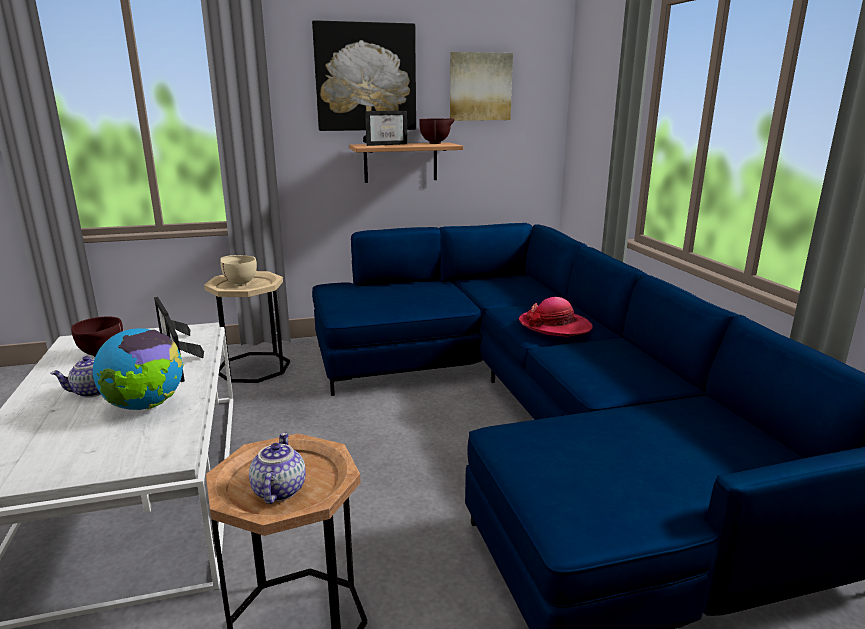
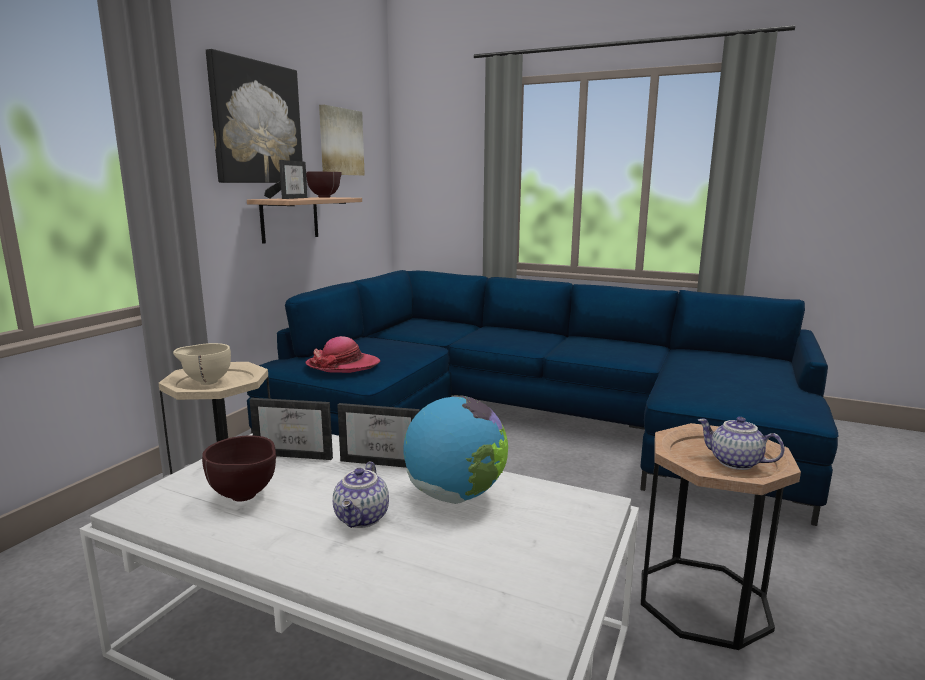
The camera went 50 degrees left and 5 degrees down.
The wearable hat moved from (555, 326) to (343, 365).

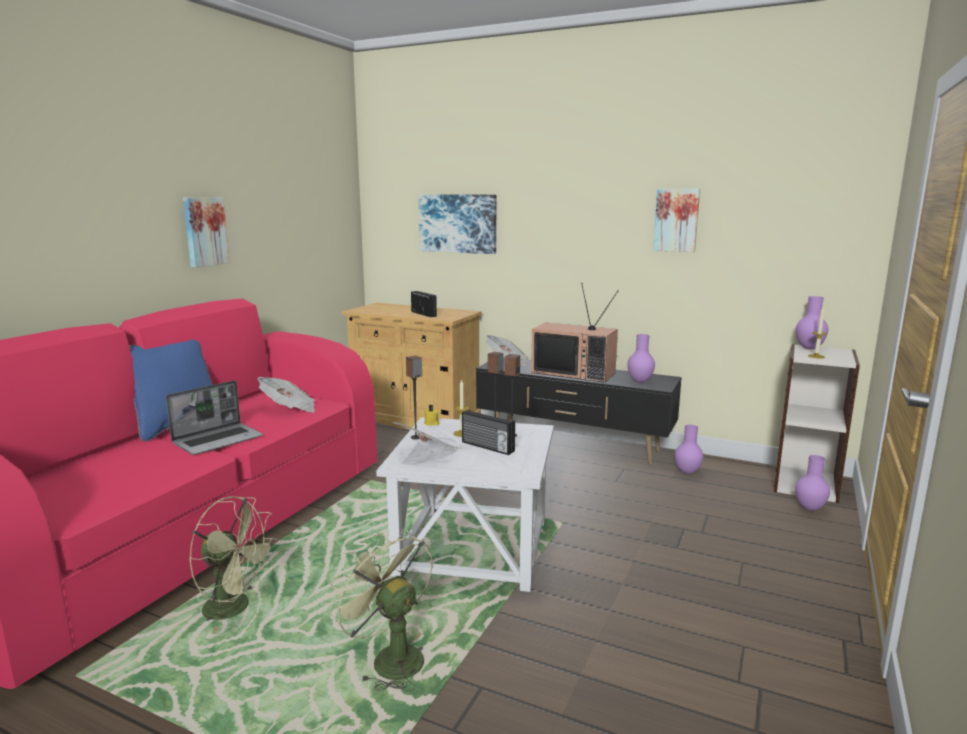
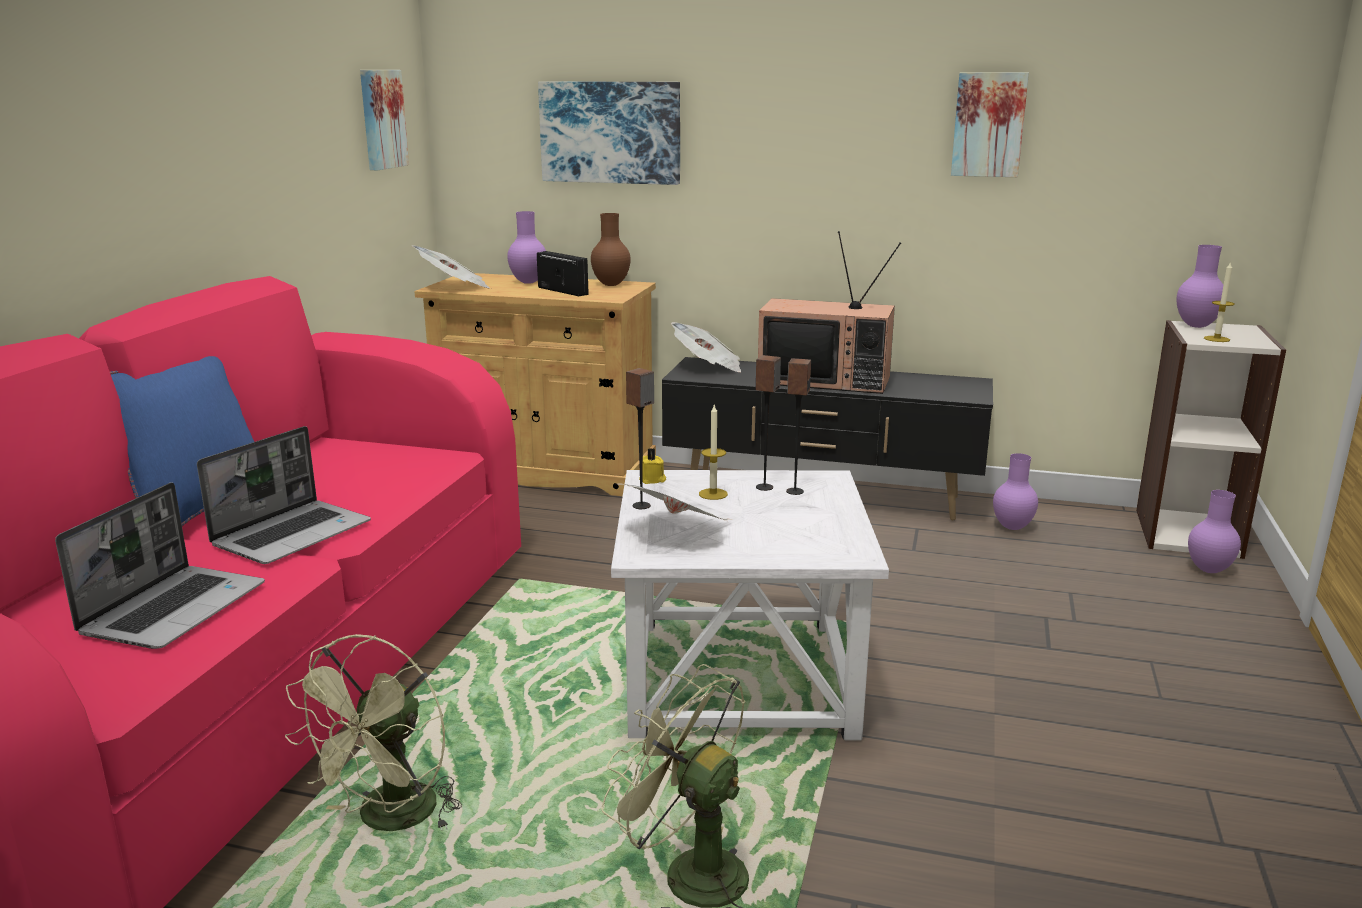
The camera went 10 degrees left and 5 degrees up.
The picture moved from (204, 231) to (381, 119).
The purple-coloured vase moved from (639, 381) to (528, 282).
The newspaper moved from (289, 409) to (454, 287).
The radio at (487, 447) disappeared.
The greenish cooling fan at (236, 608) turned 105 degrees clockwise.
The brownish vase at (610, 284) appeared.
The portable computer at (175, 609) appeared.

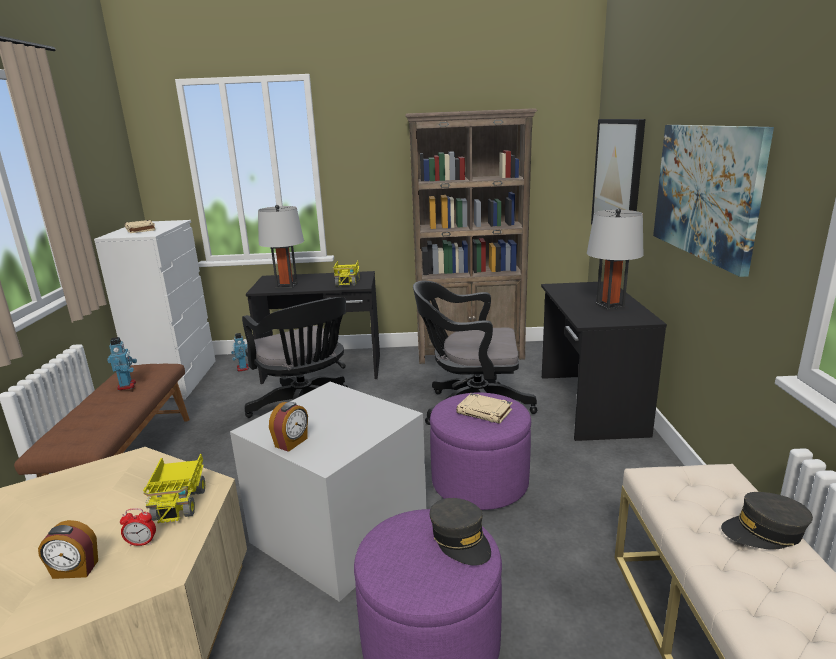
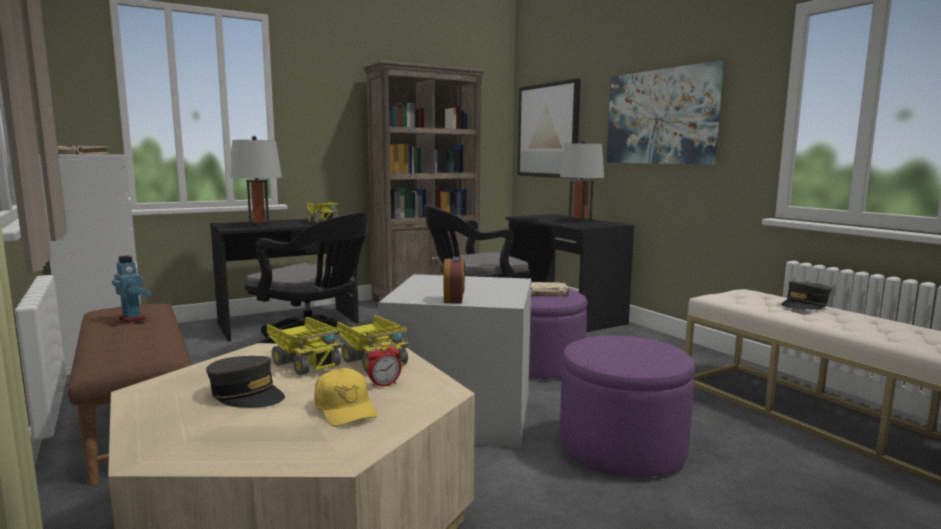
The camera went 30 degrees left and 10 degrees down.
The toy robot at (242, 368) disappeared.
The greyish cap moved from (460, 539) to (247, 394).
The alarm clock at (75, 570) was replaced by the yellow cap at (345, 409).
The model truck at (306, 363) appeared.

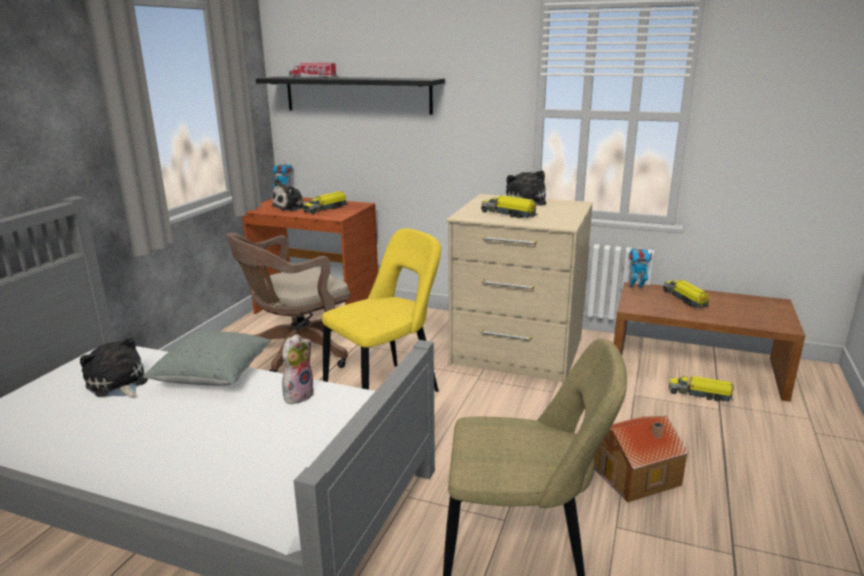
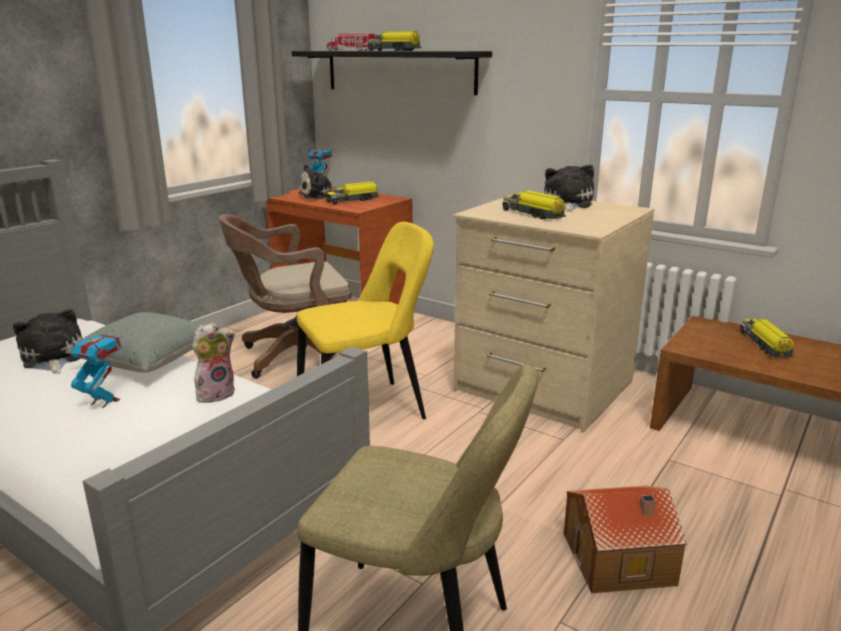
The camera went 15 degrees right and 0 degrees up.
The toy robot moved from (636, 288) to (104, 401).
The model truck moved from (700, 394) to (394, 50).

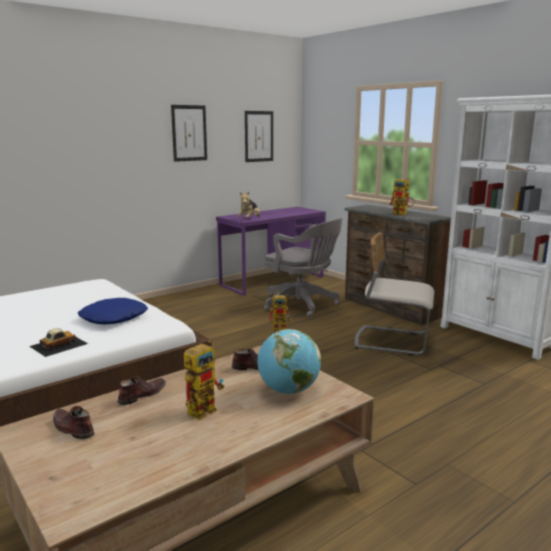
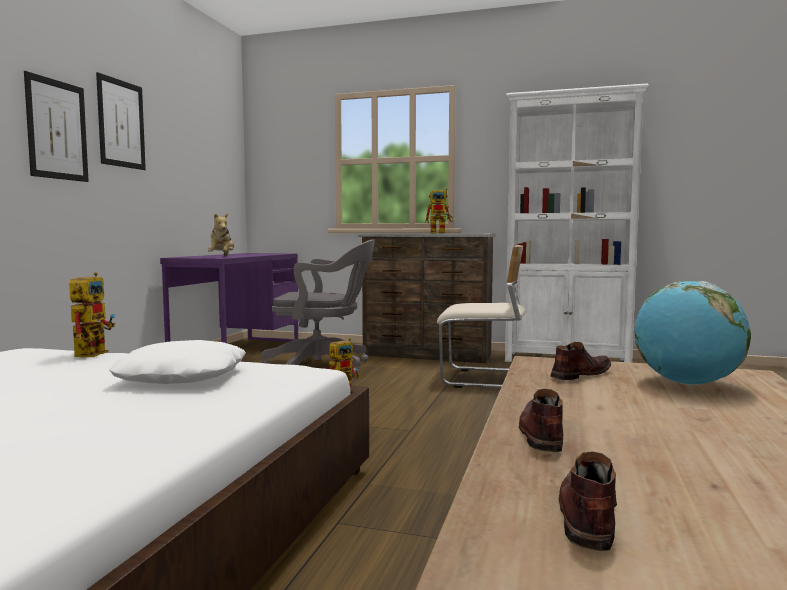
The camera went 35 degrees left and 10 degrees down.
The picture moved from (259, 136) to (57, 130).
The beige-coloured upright chair at (392, 341) turned 150 degrees counterclockwise.
The blue pillow at (113, 318) became the whitish pillow at (181, 376).
The toy car at (58, 345) disappeared.
The toy robot moved from (205, 408) to (92, 352).
The brownish shoe at (72, 428) turned 105 degrees clockwise.

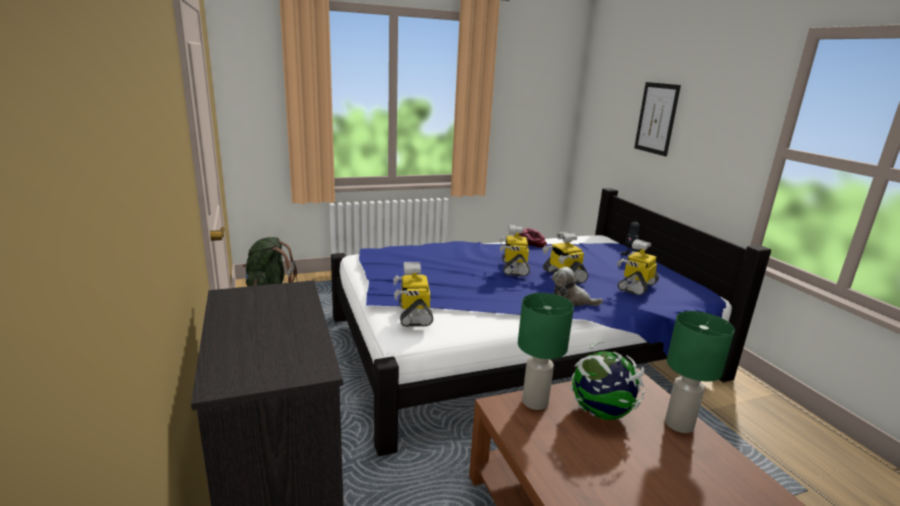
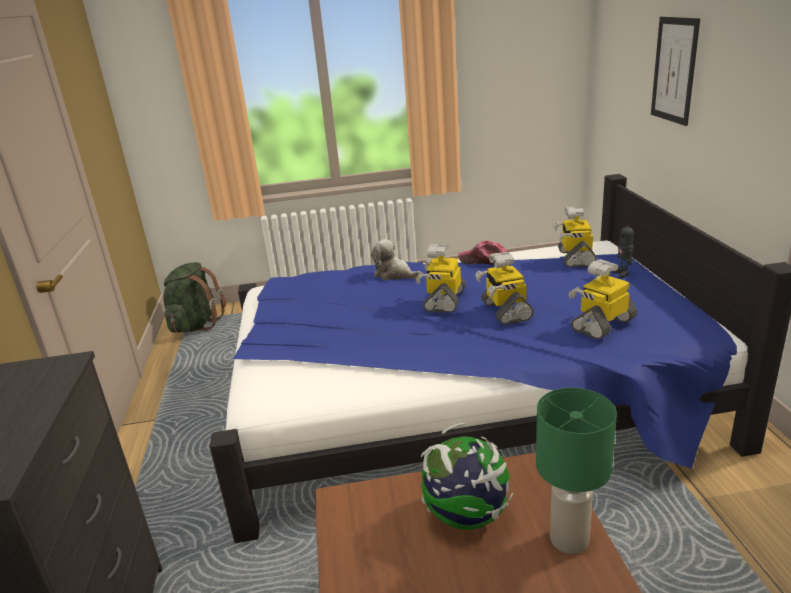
The camera went 15 degrees right and 5 degrees up.
The toy robot moved from (413, 314) to (575, 258).
The plush toy moved from (571, 301) to (394, 274).
The greenish tabletop lamp at (534, 402) disappeared.

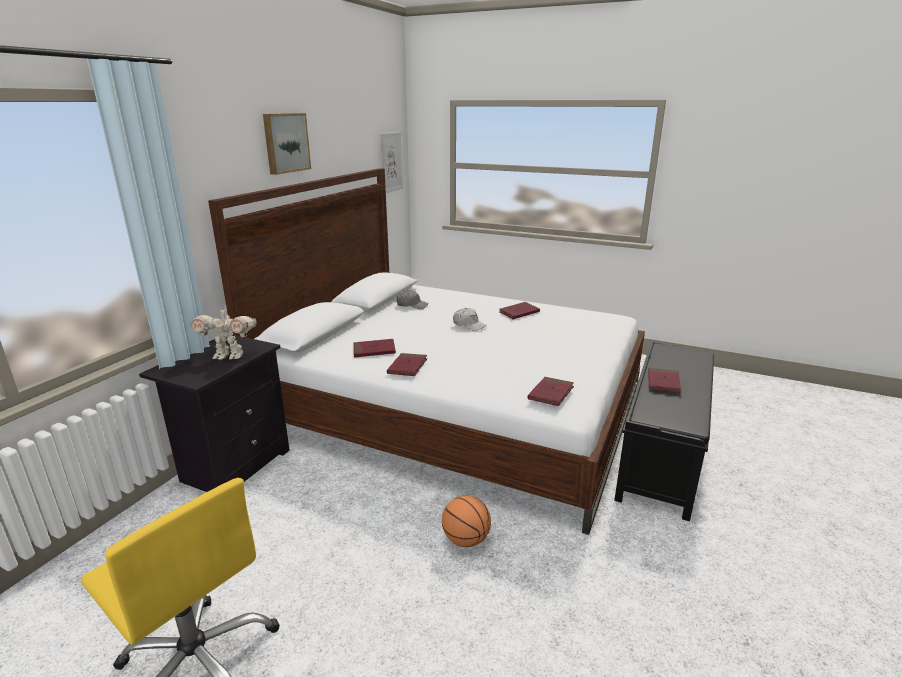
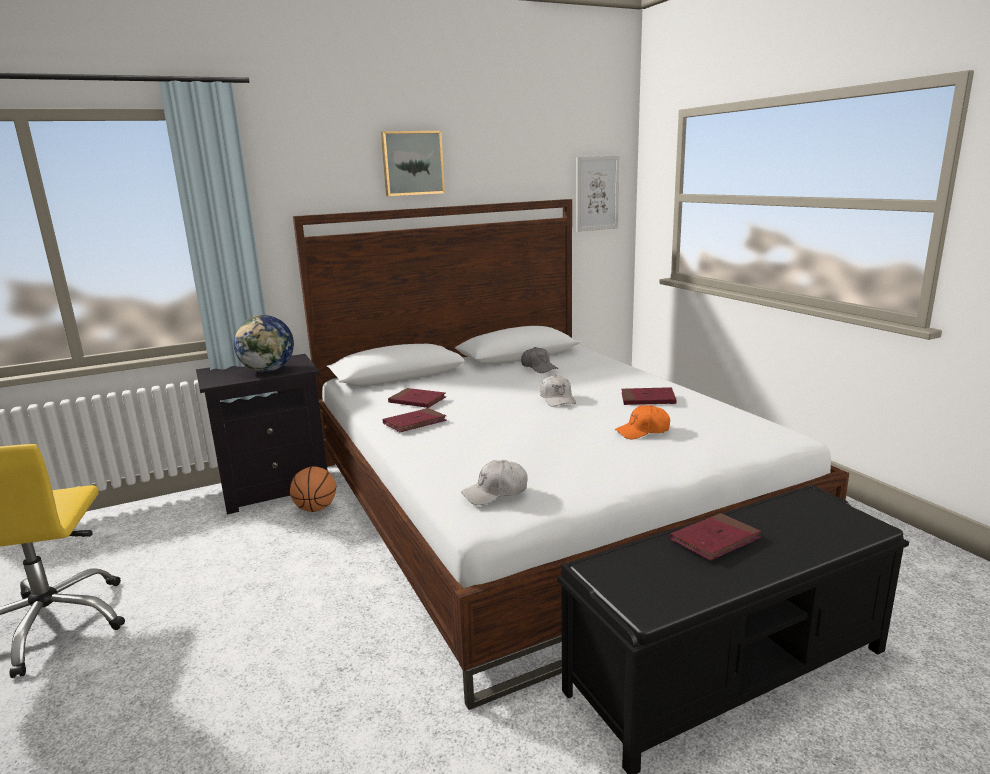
The camera went 40 degrees right and 5 degrees down.
The toy robot at (229, 356) was replaced by the desk globe at (268, 370).
The red volume at (551, 393) was replaced by the whitish cap at (495, 492).
The ball for basketball moved from (466, 540) to (316, 509).
The orange-coloured cap at (643, 431) appeared.

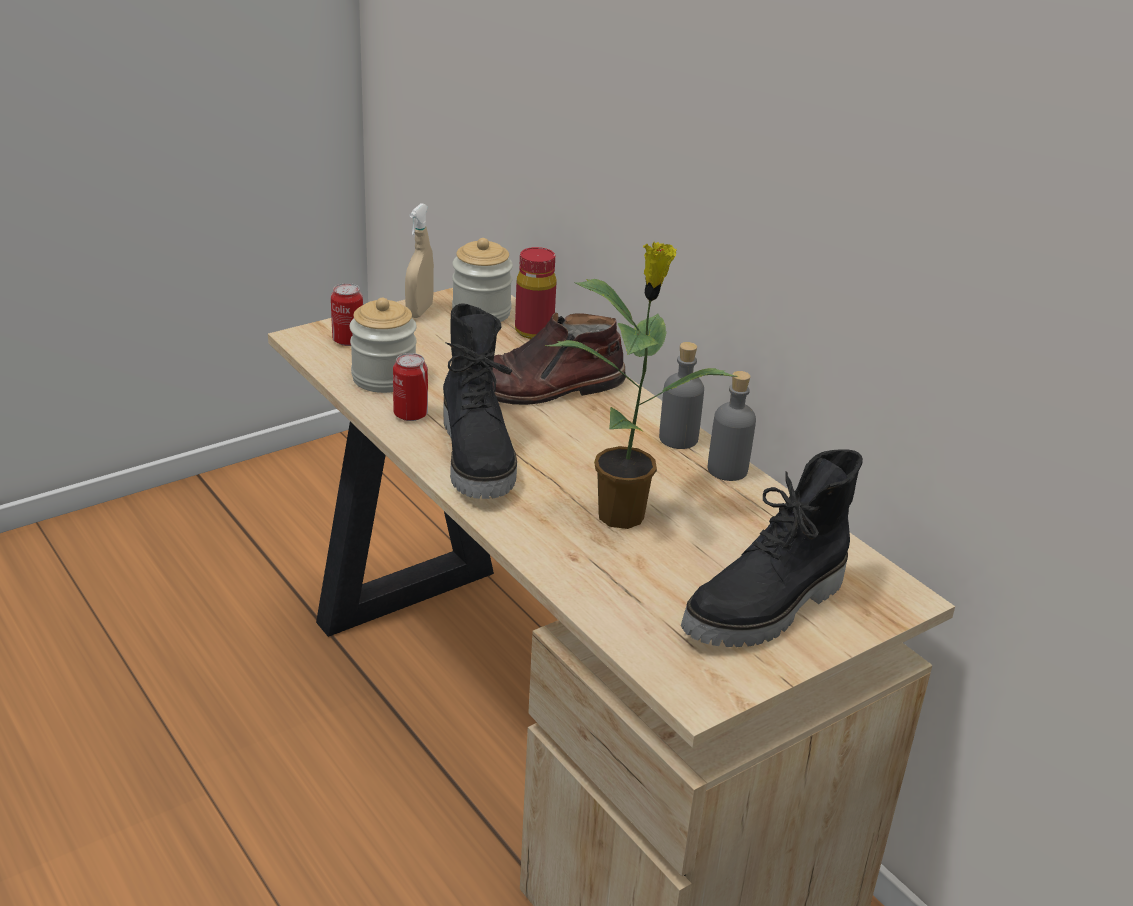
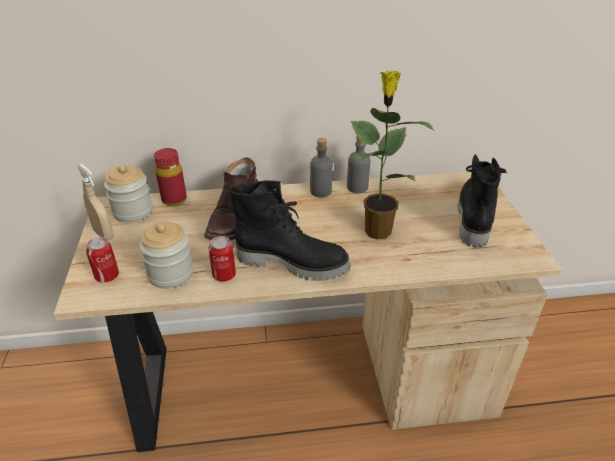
The camera went 60 degrees left and 5 degrees up.
The black tall boot at (767, 610) turned 150 degrees counterclockwise.

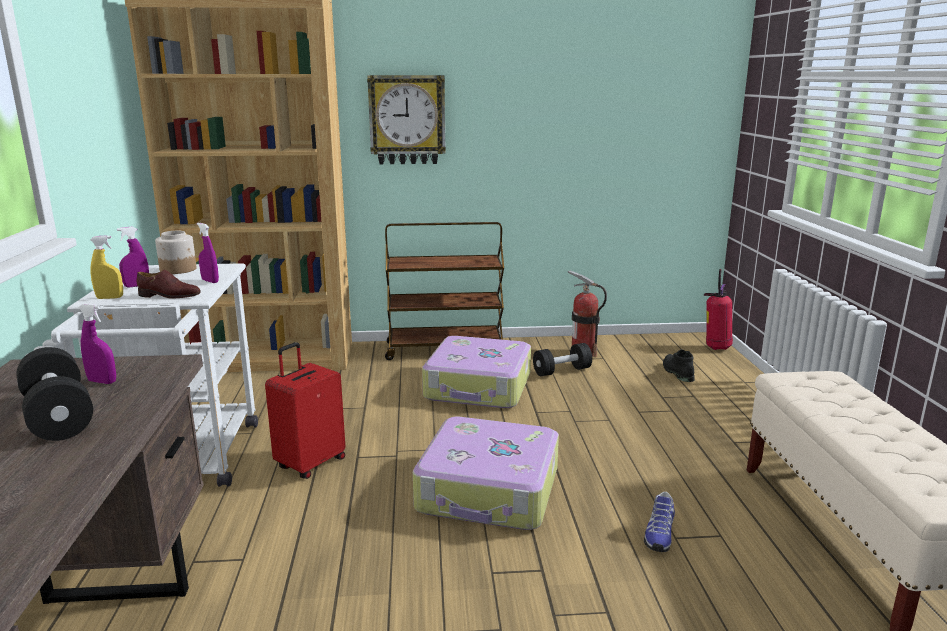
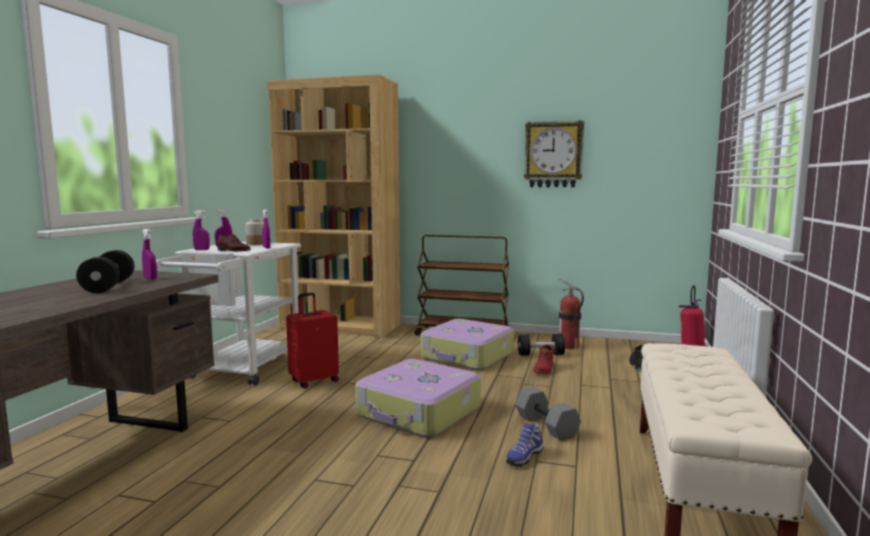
The camera went 20 degrees right and 10 degrees down.
The hanging clock moved from (407, 120) to (553, 154).
The yellow hand sprayer at (110, 298) became the purple-coloured hand sprayer at (201, 250).
The red tall boot at (544, 370) appeared.
The greyish hand weight at (545, 426) appeared.

